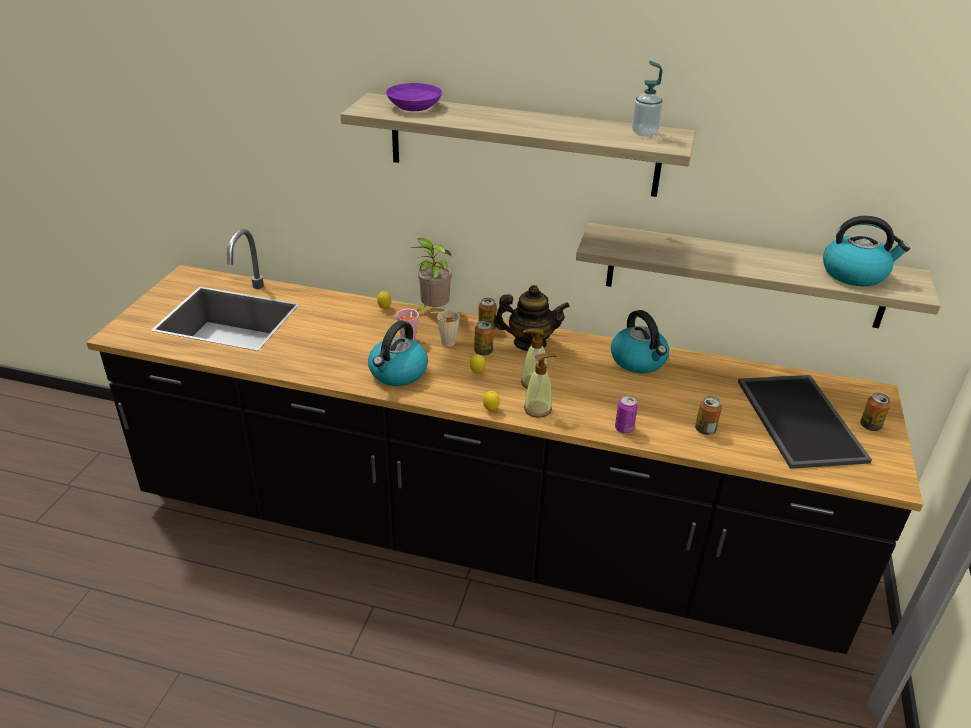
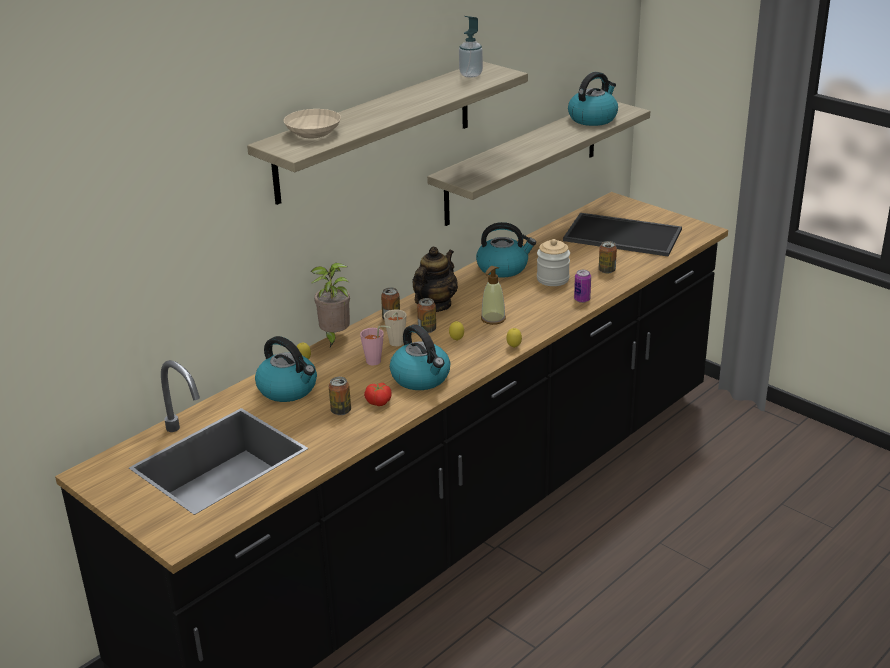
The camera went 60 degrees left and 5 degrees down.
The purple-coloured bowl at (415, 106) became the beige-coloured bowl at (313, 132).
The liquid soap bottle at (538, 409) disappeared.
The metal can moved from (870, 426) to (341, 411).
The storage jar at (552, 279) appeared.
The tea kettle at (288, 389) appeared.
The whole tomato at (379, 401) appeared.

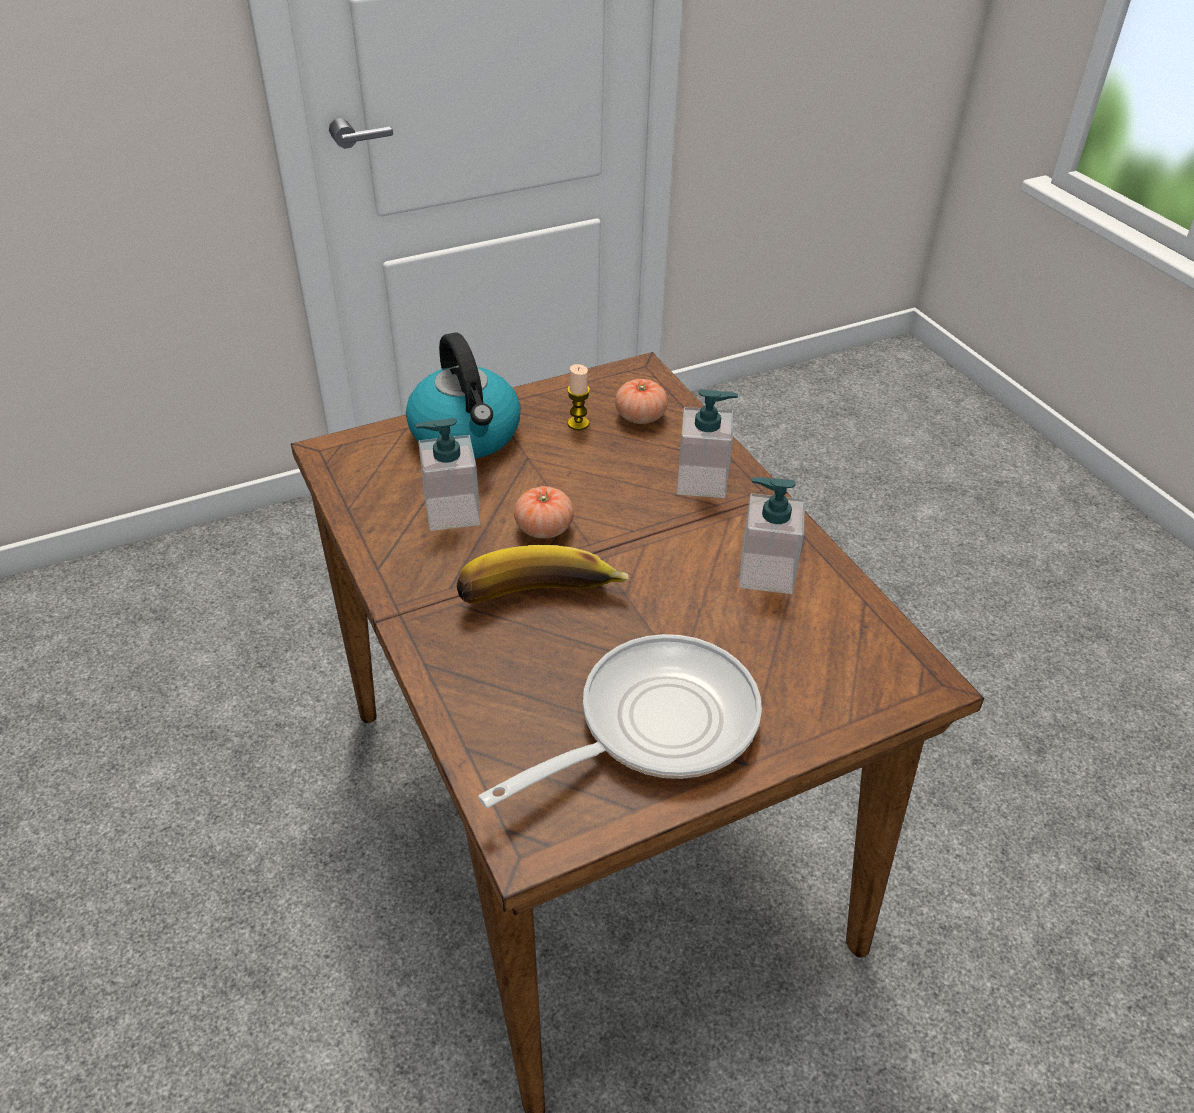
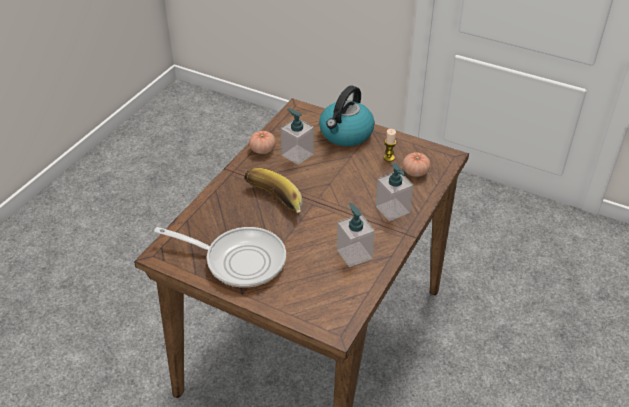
The camera went 55 degrees right and 0 degrees up.
The whole tomato moved from (544, 528) to (262, 150).

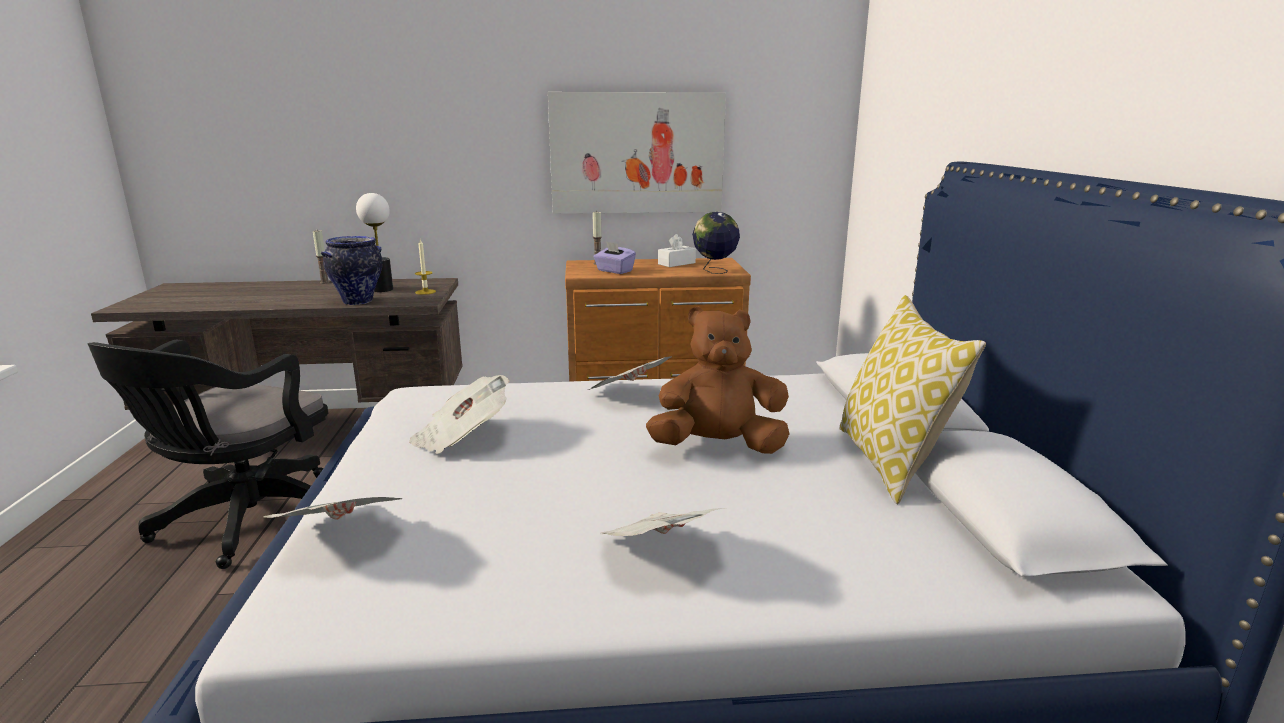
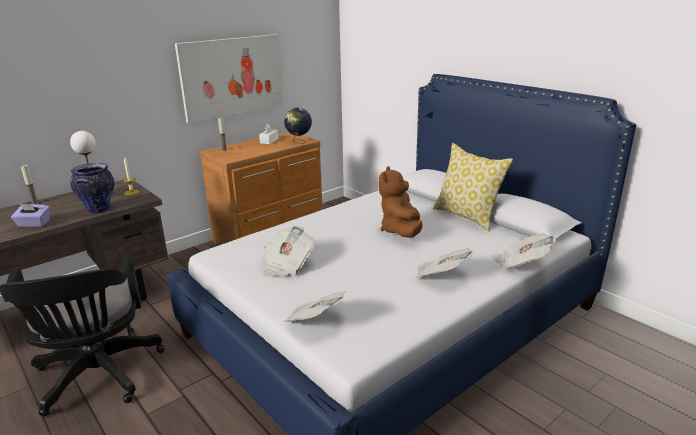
The camera went 35 degrees left and 5 degrees up.
The purple-coloured box of tissues moved from (614, 271) to (34, 224).
The brownish plush toy at (718, 447) turned 45 degrees counterclockwise.
The newspaper moved from (629, 394) to (521, 263).

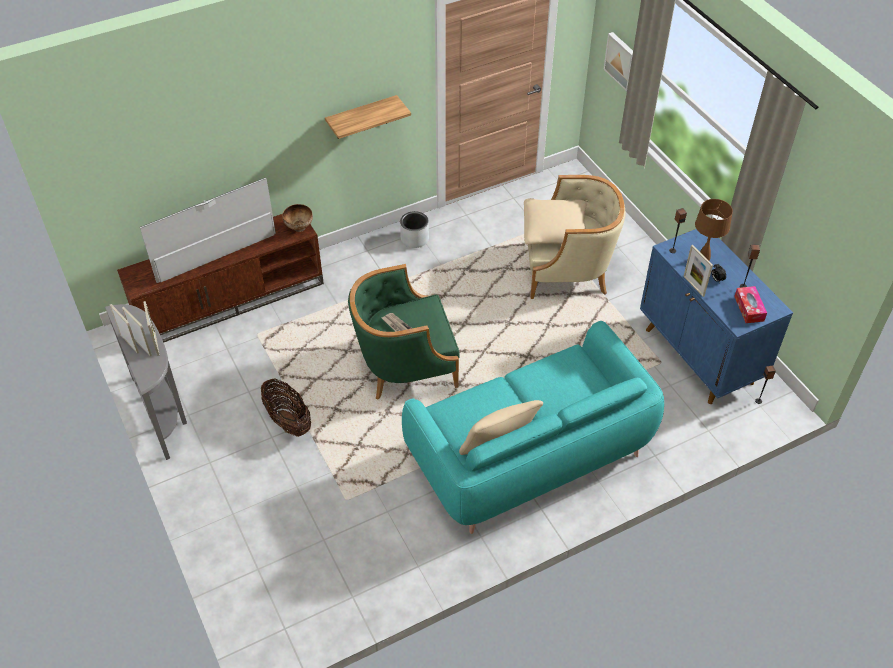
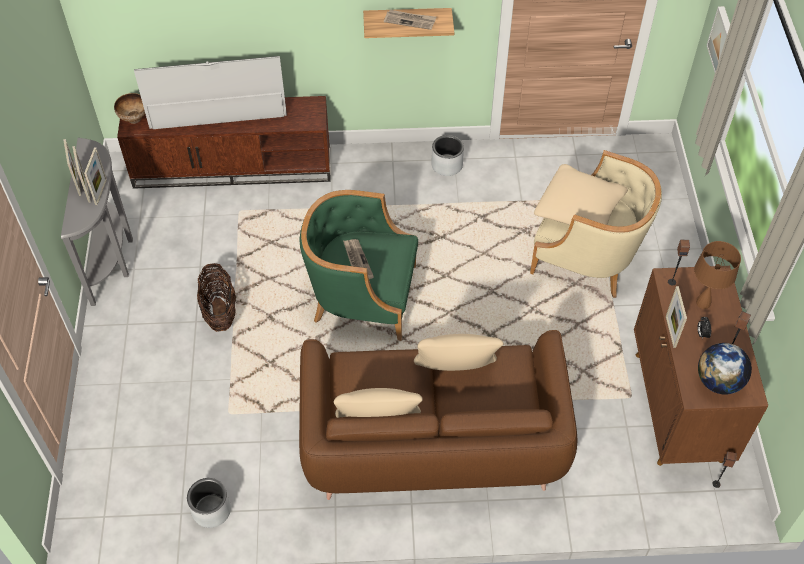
The camera went 25 degrees right and 5 degrees up.
The bowl moved from (298, 227) to (134, 118).
The blue cabinet at (699, 356) became the brownish cabinet at (678, 407).
The box of tissues at (749, 308) was replaced by the desk globe at (718, 381).
The turquoise settee at (530, 454) became the brownish settee at (433, 441).
The newspaper at (410, 20) appeared.
The beige-coloured pillow at (455, 372) appeared.
The greyish planter at (211, 510) appeared.

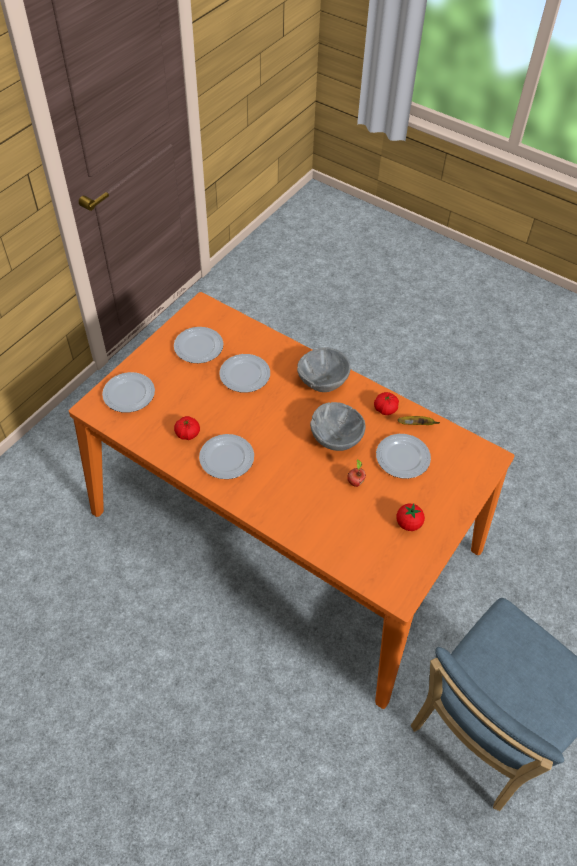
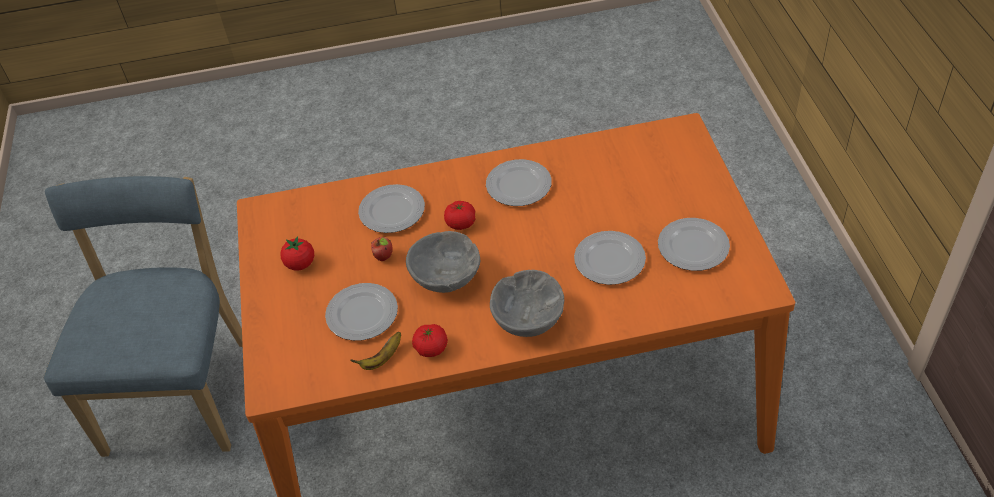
The camera went 140 degrees right and 5 degrees down.
The plate moved from (128, 394) to (392, 211).
The whole tomato moved from (187, 433) to (461, 223).

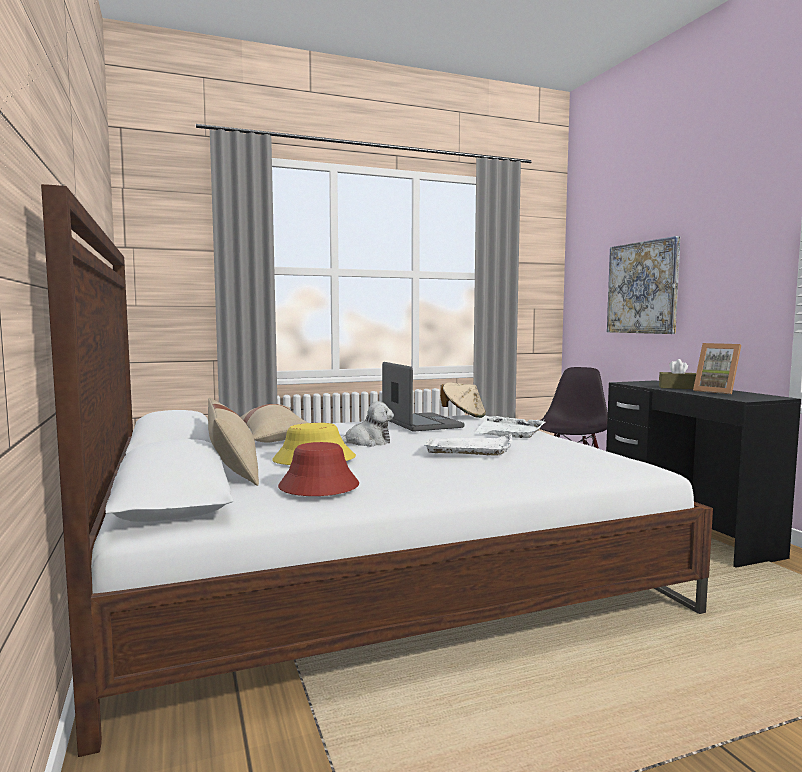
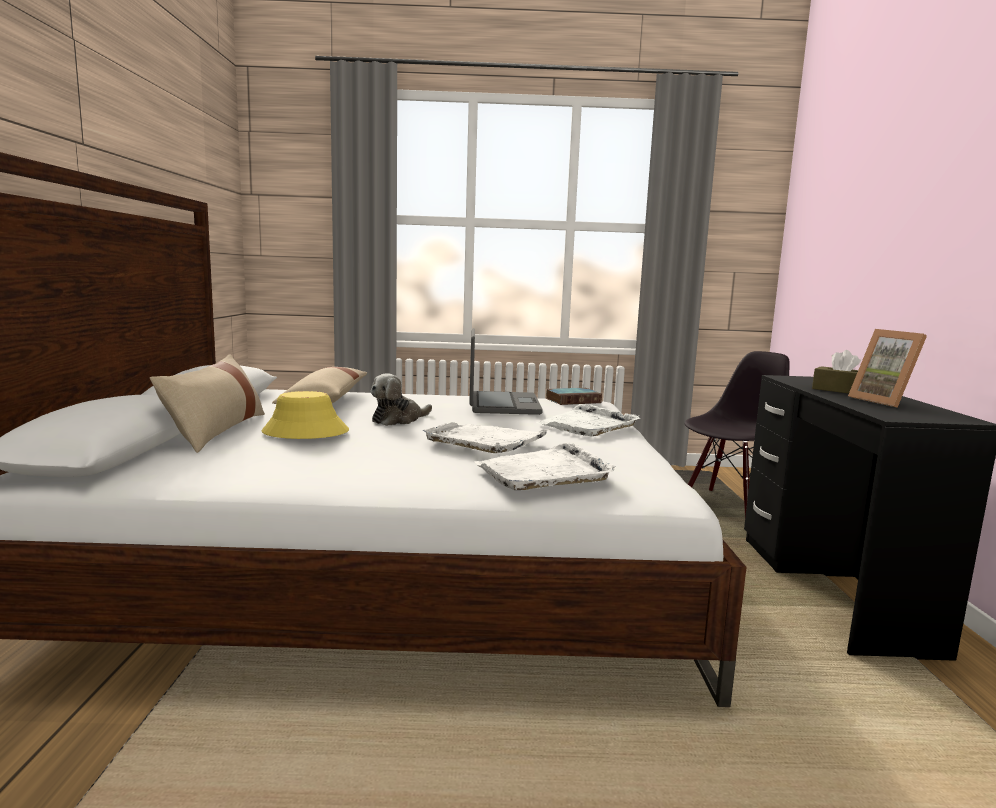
The camera went 20 degrees right and 5 degrees up.
The picture at (642, 287) disappeared.
The beige-coloured wearable hat at (463, 416) was replaced by the volume at (573, 400).
The plush toy at (366, 442) turned 120 degrees clockwise.
The red wearable hat at (318, 486) disappeared.
The whitish carrying tray at (544, 472) appeared.

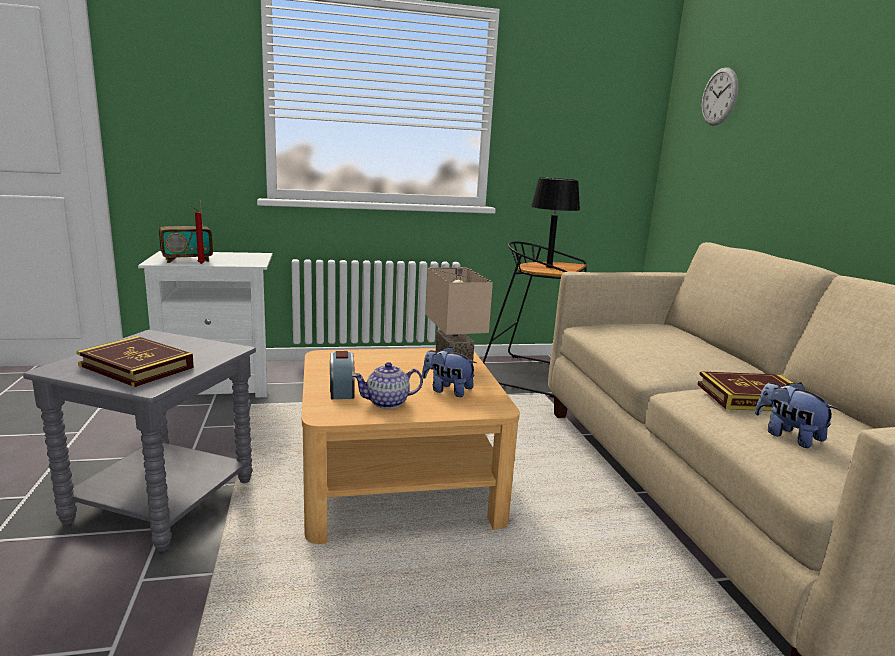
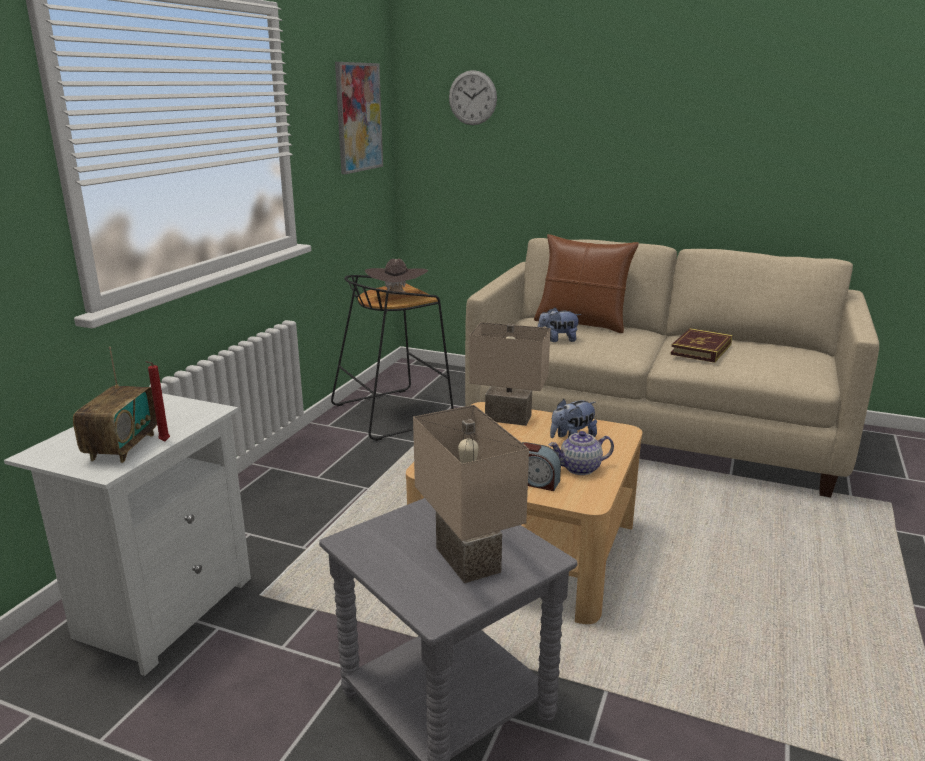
The camera went 55 degrees left and 5 degrees up.
The black tabletop lamp at (548, 267) was replaced by the brownish wearable hat at (397, 296).
The volume at (136, 366) was replaced by the beige-coloured tabletop lamp at (471, 559).
The tea pot at (388, 402) turned 60 degrees clockwise.
The plush toy moved from (787, 436) to (558, 340).
The picture at (358, 117) appeared.
The brownish pillow at (581, 323) appeared.

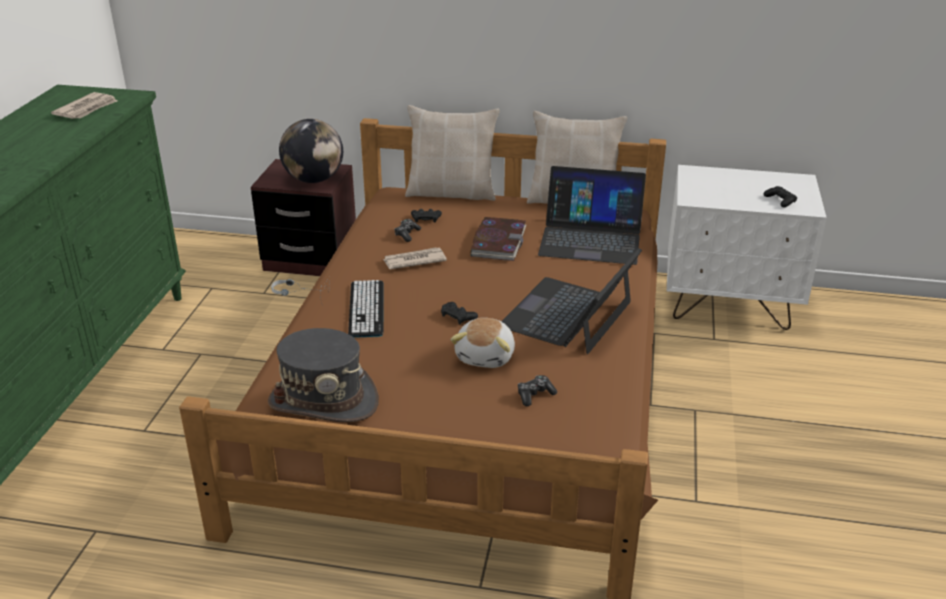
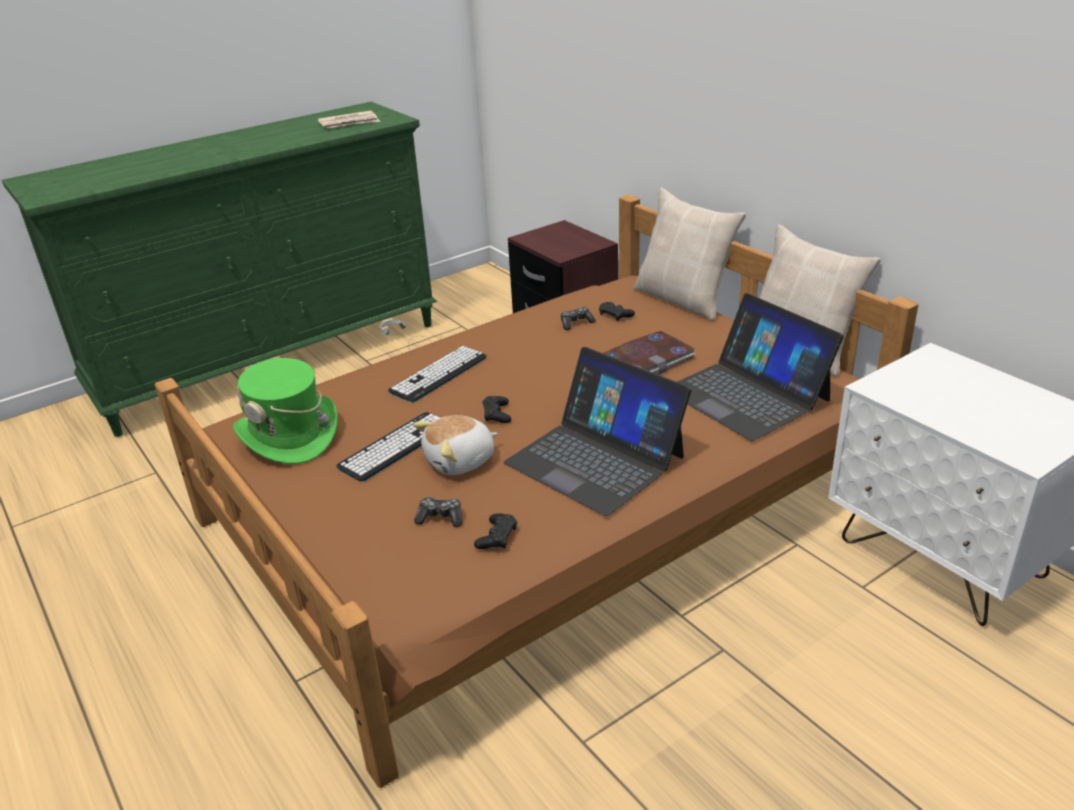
The camera went 45 degrees right and 0 degrees up.
The desk globe at (314, 180) disappeared.
The black joypad moved from (780, 200) to (497, 537).
The newspaper at (414, 261) disappeared.
The portable computer at (568, 315) turned 120 degrees counterclockwise.
The greyish wearable hat at (324, 401) became the greenish wearable hat at (289, 435).
The computer keyboard at (396, 446) appeared.

